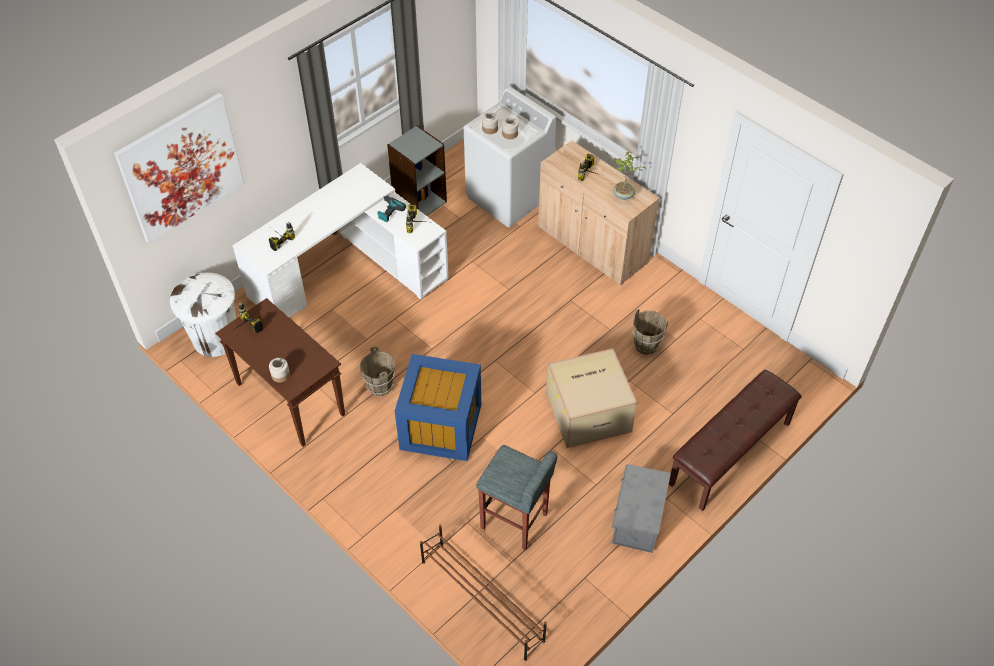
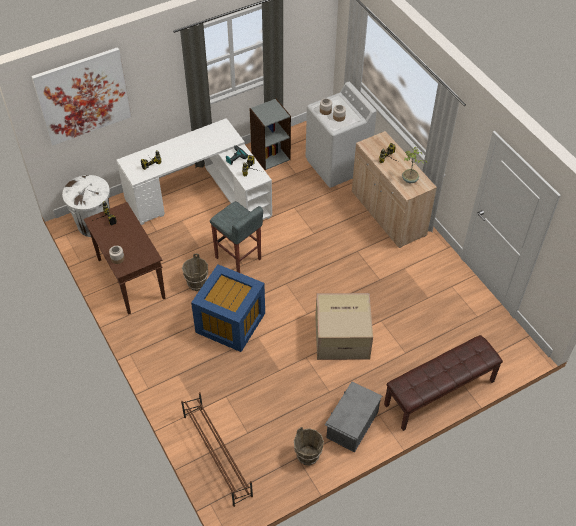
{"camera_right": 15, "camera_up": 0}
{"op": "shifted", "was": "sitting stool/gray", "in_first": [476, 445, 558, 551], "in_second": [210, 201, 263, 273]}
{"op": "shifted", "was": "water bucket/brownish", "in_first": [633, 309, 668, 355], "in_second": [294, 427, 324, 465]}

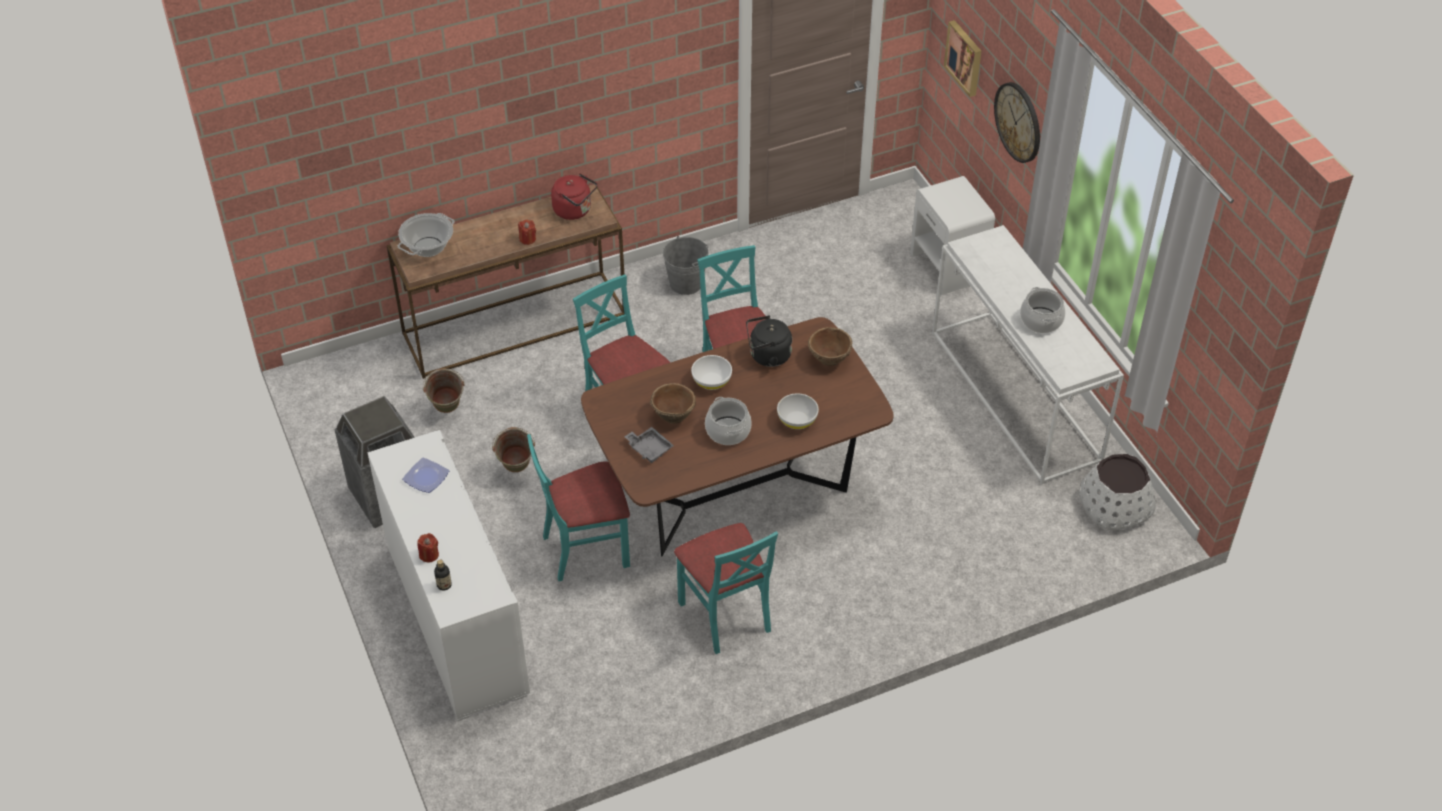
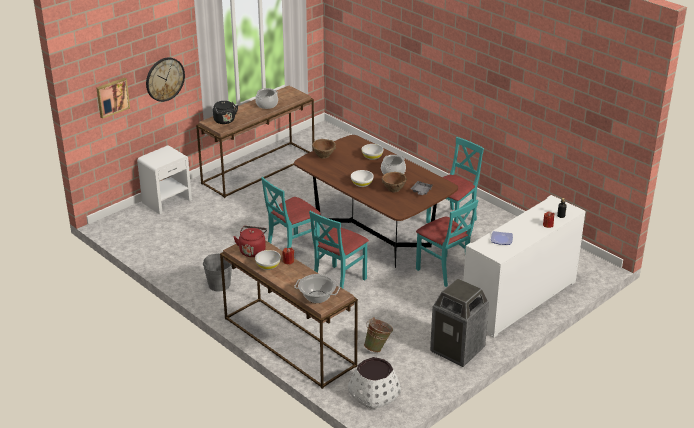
{"camera_right": -110, "camera_up": -15}
{"op": "gone", "was": "water bucket/green-coloured", "in_first": [492, 427, 535, 473]}
{"op": "new", "now": "deep dish/whitish", "in_second": [255, 250, 281, 270]}
{"op": "shifted", "was": "kettle/black", "in_first": [746, 315, 792, 367], "in_second": [213, 101, 238, 124]}
{"op": "shifted", "was": "flower pot/whitish", "in_first": [1079, 454, 1155, 530], "in_second": [348, 357, 401, 409]}
{"op": "repainted", "was": "hall table/whitish", "now": "hall table/brownish", "in_first": [932, 225, 1124, 485], "in_second": [196, 86, 314, 198]}

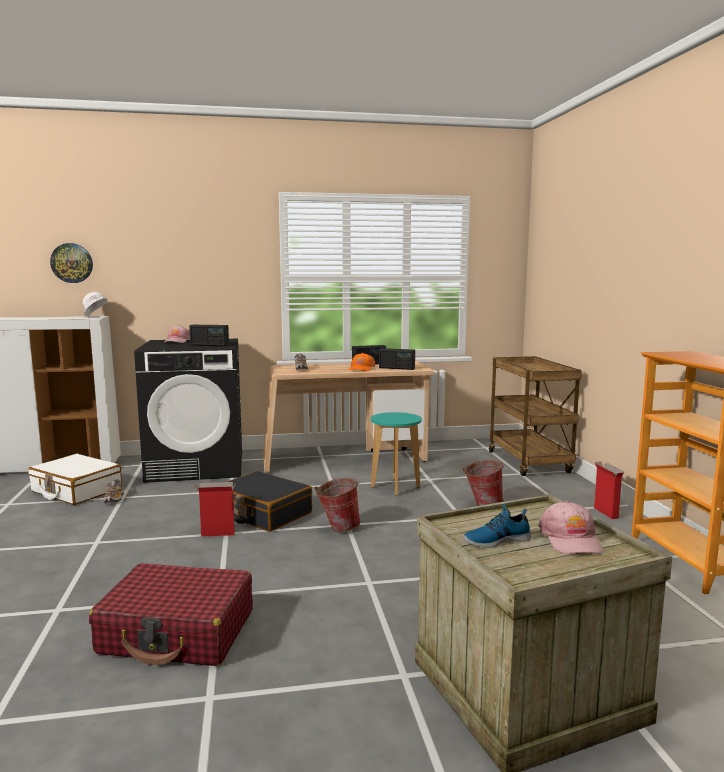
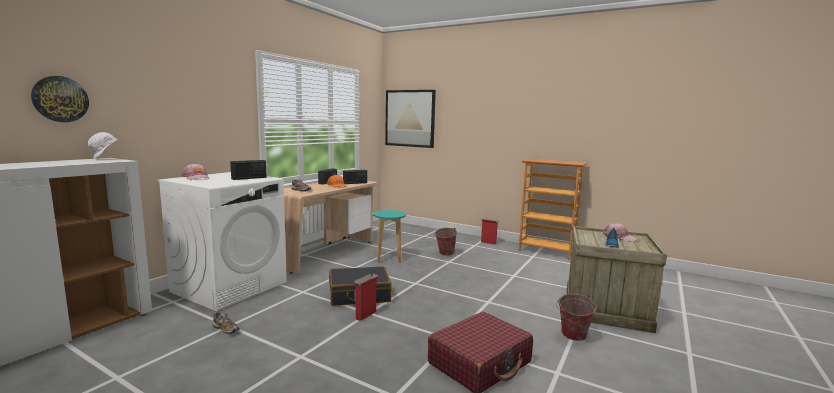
{"camera_right": -50, "camera_up": 0}
{"op": "gone", "was": "travel case/whitish", "in_first": [28, 454, 122, 505]}
{"op": "gone", "was": "wheeled cart/brownish", "in_first": [489, 356, 582, 476]}
{"op": "new", "now": "wall picture", "in_second": [385, 90, 436, 148]}
{"op": "shifted", "was": "water bucket", "in_first": [315, 478, 361, 532], "in_second": [556, 294, 597, 341]}
{"op": "repainted", "was": "laundry machine/black", "now": "laundry machine/whitish", "in_first": [134, 339, 242, 483], "in_second": [158, 172, 287, 311]}

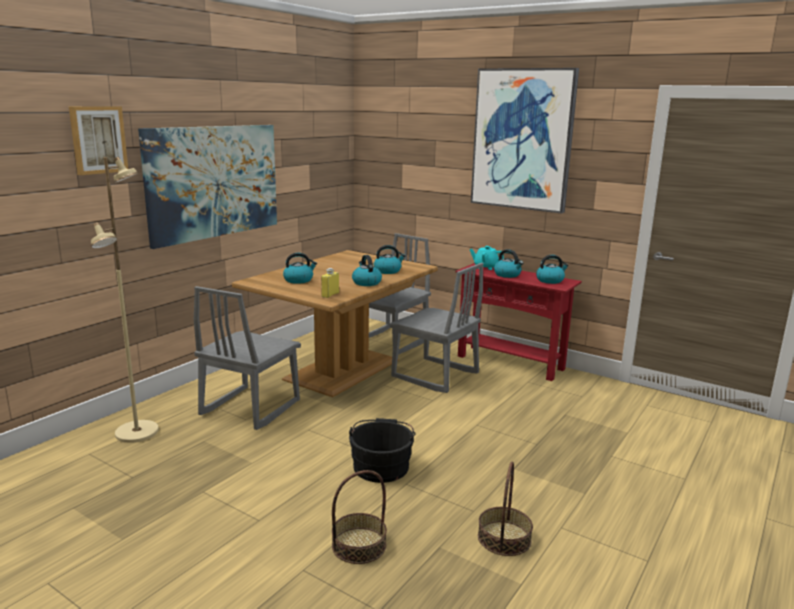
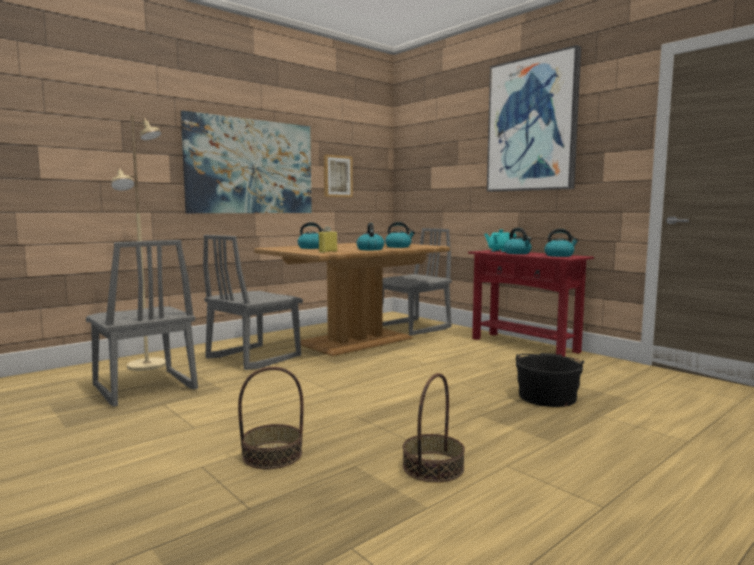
{"camera_right": 15, "camera_up": -10}
{"op": "shifted", "was": "wall picture", "in_first": [69, 106, 128, 175], "in_second": [324, 155, 353, 197]}
{"op": "shifted", "was": "water bucket/black", "in_first": [349, 418, 415, 483], "in_second": [516, 353, 585, 407]}
{"op": "shifted", "was": "plain chair/gray", "in_first": [389, 263, 483, 393], "in_second": [86, 240, 198, 407]}

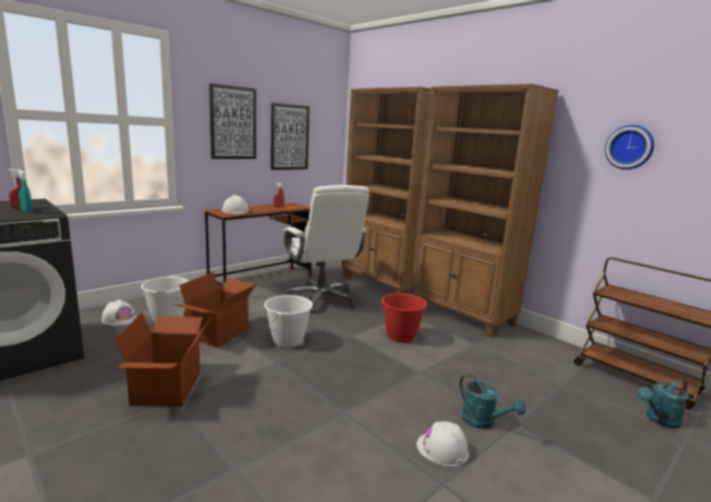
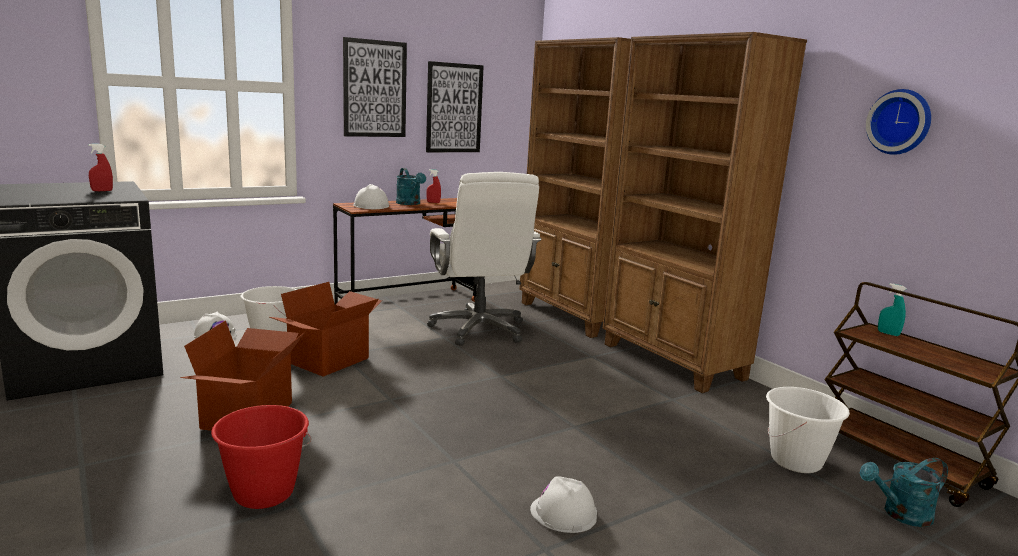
{"camera_right": 10, "camera_up": 0}
{"op": "shifted", "was": "hand sprayer/turquoise", "in_first": [17, 170, 32, 212], "in_second": [878, 283, 906, 336]}
{"op": "shifted", "was": "water bucket/whitish", "in_first": [264, 295, 313, 347], "in_second": [766, 387, 850, 473]}
{"op": "shifted", "was": "water bucket/reddish", "in_first": [380, 293, 427, 343], "in_second": [211, 405, 311, 509]}
{"op": "shifted", "was": "watering pot/turquoise", "in_first": [459, 374, 526, 429], "in_second": [396, 168, 426, 205]}

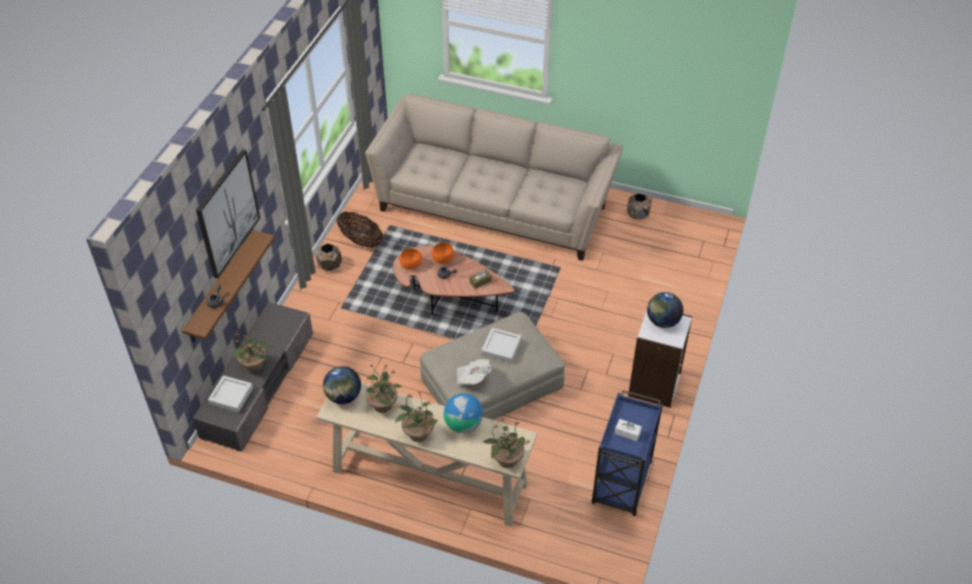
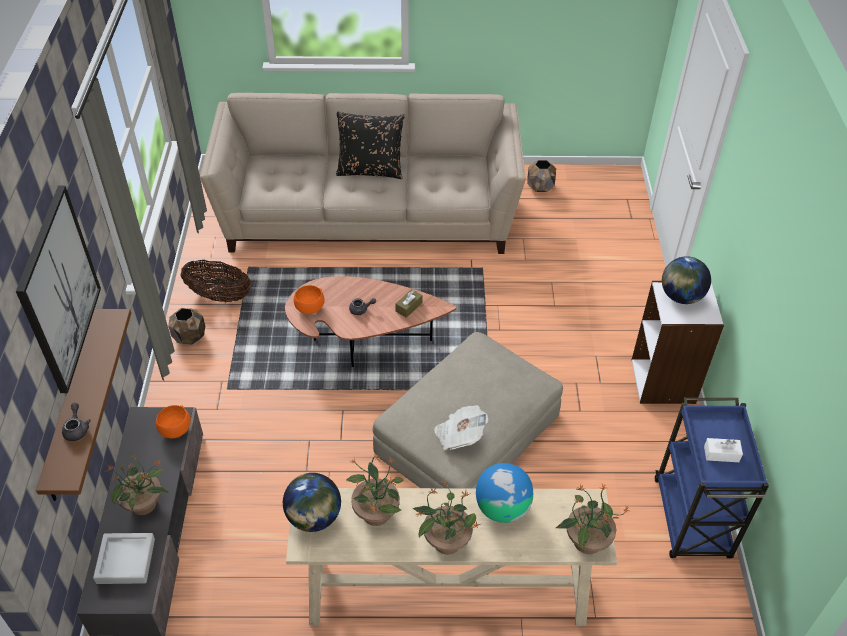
{"camera_right": -20, "camera_up": 0}
{"op": "gone", "was": "serving tray/gray", "in_first": [481, 328, 522, 363]}
{"op": "new", "now": "throw pillow/black", "in_second": [336, 111, 405, 179]}
{"op": "shifted", "was": "deep dish/orange-coloured", "in_first": [432, 242, 454, 264], "in_second": [156, 405, 191, 438]}

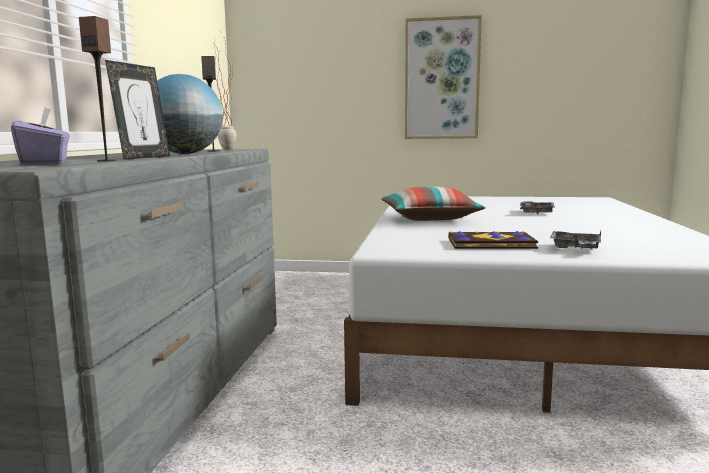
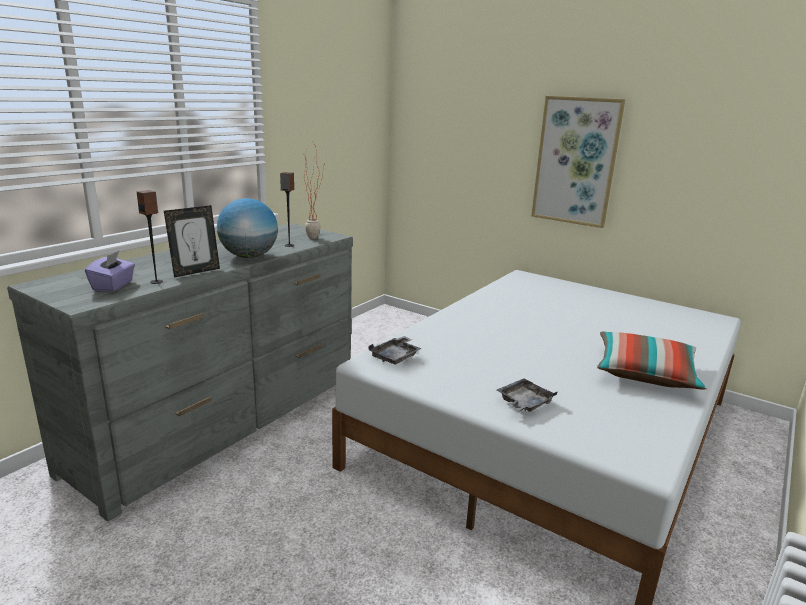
{"camera_right": 25, "camera_up": 10}
{"op": "gone", "was": "volume", "in_first": [449, 231, 538, 249]}
{"op": "shifted", "was": "throw pillow", "in_first": [381, 187, 486, 221], "in_second": [597, 332, 707, 390]}
{"op": "shifted", "was": "serving tray/gray", "in_first": [520, 201, 555, 214], "in_second": [369, 336, 422, 365]}

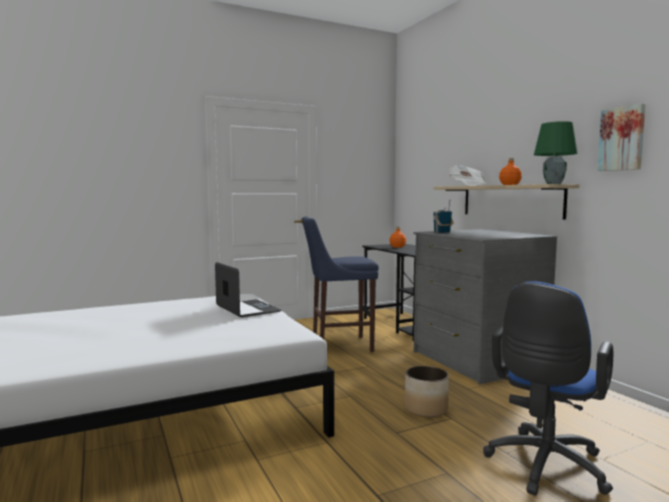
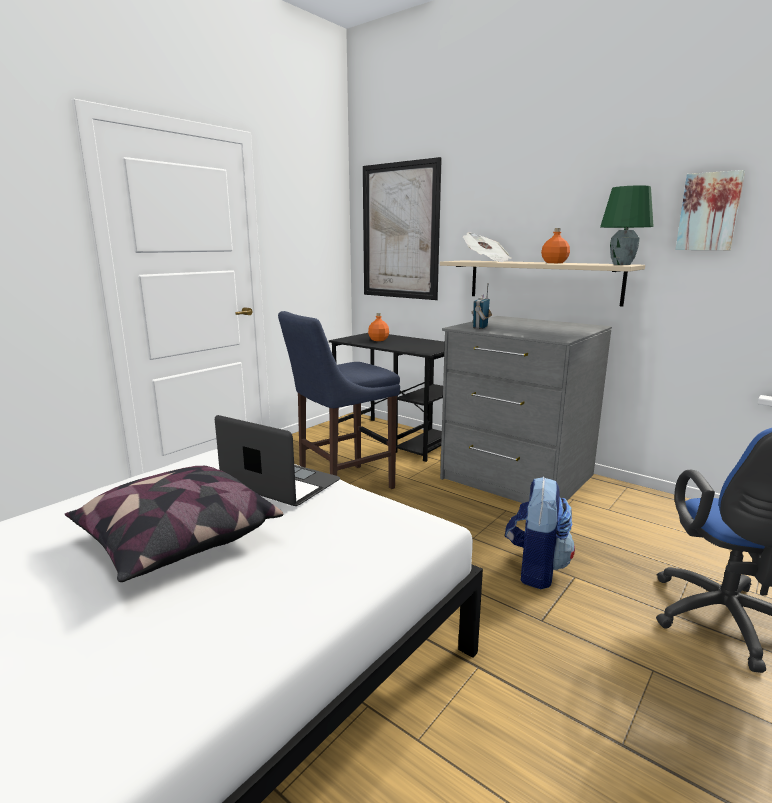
{"camera_right": -25, "camera_up": 10}
{"op": "new", "now": "throw pillow", "in_second": [64, 466, 284, 582]}
{"op": "new", "now": "wall picture", "in_second": [363, 157, 442, 300]}
{"op": "swapped", "was": "flower pot", "now": "rucksack", "in_first": [405, 366, 449, 417], "in_second": [505, 477, 575, 589]}

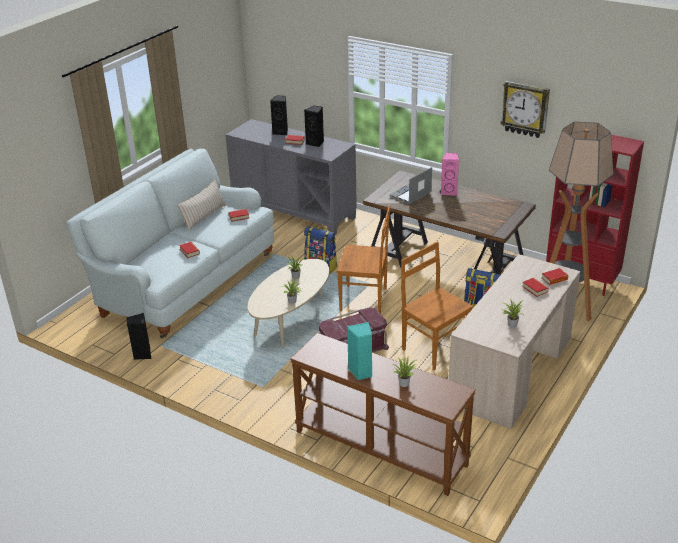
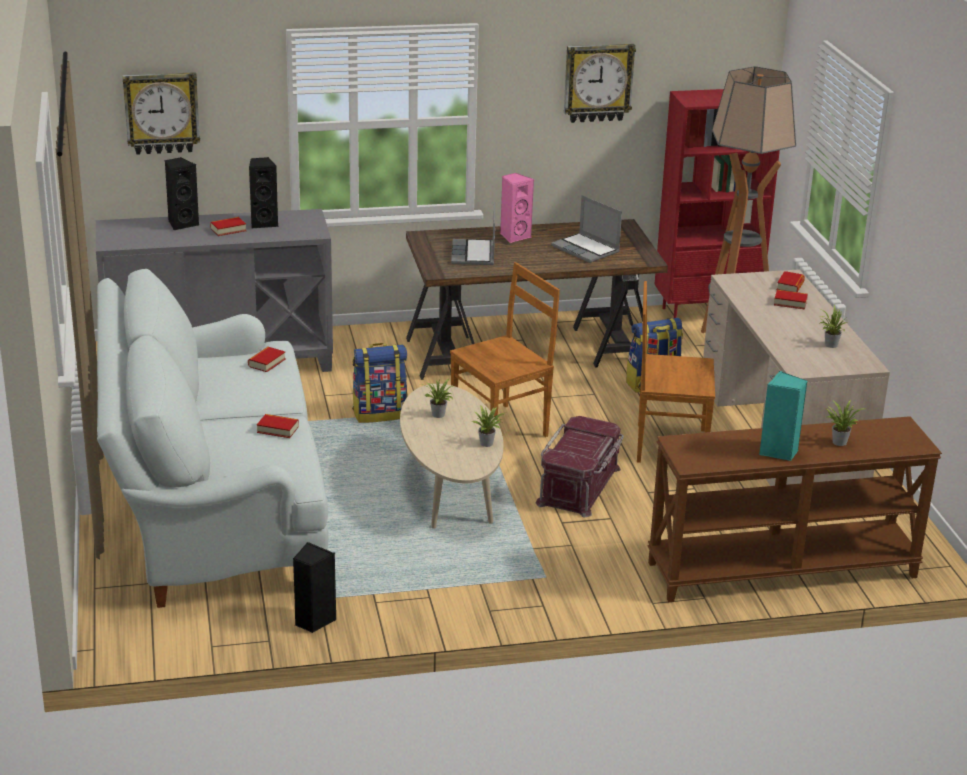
{"camera_right": -45, "camera_up": -5}
{"op": "gone", "was": "throw pillow/sand-coloured", "in_first": [177, 180, 226, 231]}
{"op": "new", "now": "clock on the wall", "in_second": [123, 72, 200, 155]}
{"op": "new", "now": "notebook computer", "in_second": [551, 195, 622, 263]}

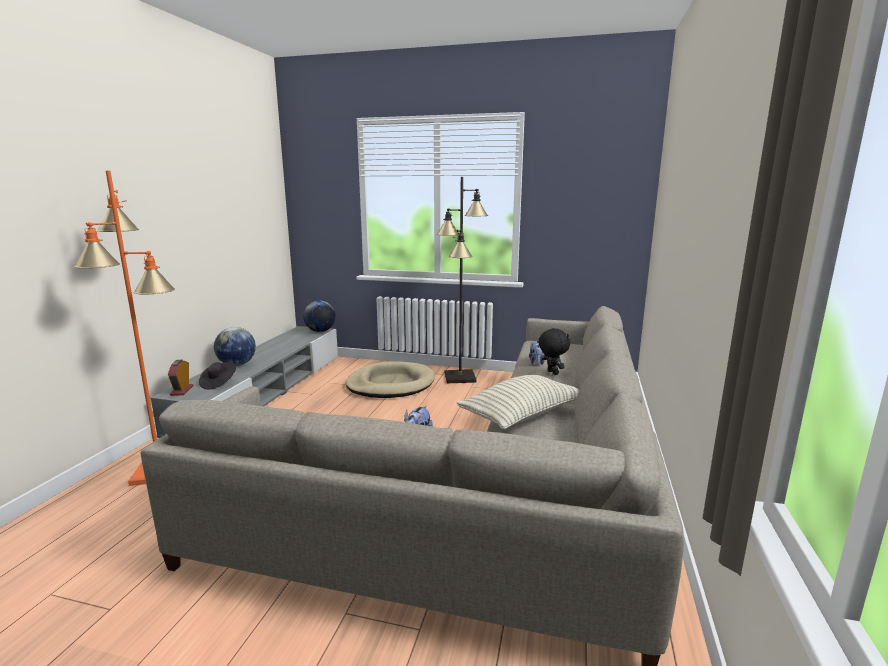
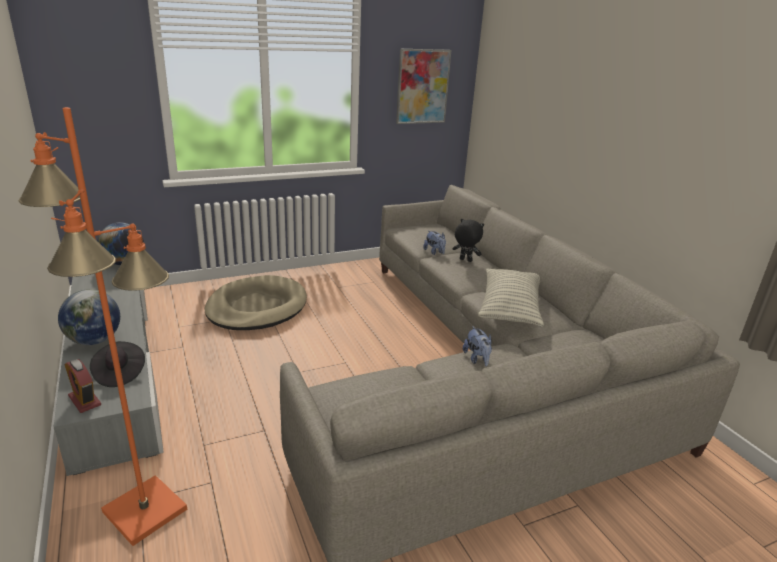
{"camera_right": -40, "camera_up": 10}
{"op": "gone", "was": "standing lamp/black", "in_first": [436, 177, 488, 383]}
{"op": "new", "now": "wall picture", "in_second": [396, 49, 451, 124]}

